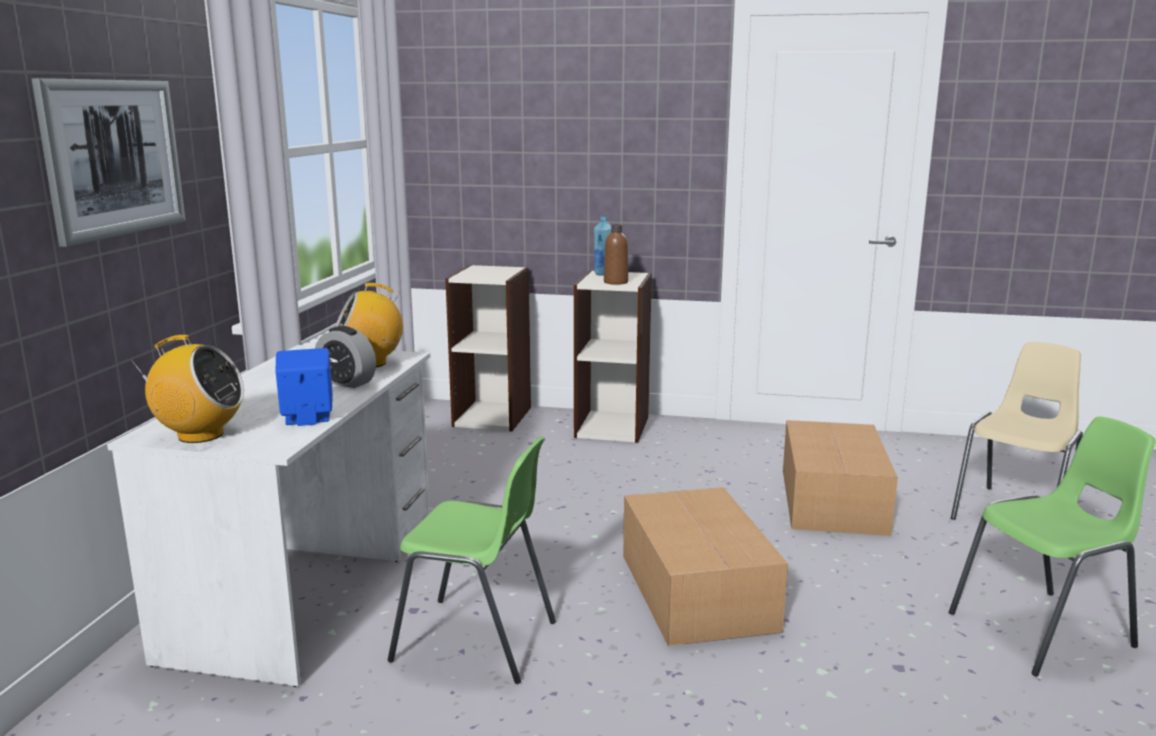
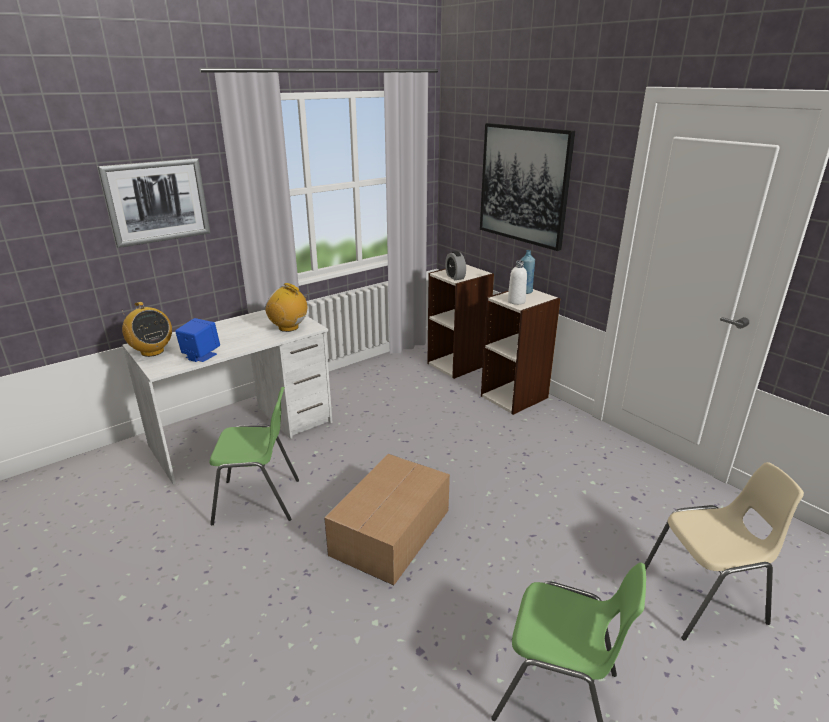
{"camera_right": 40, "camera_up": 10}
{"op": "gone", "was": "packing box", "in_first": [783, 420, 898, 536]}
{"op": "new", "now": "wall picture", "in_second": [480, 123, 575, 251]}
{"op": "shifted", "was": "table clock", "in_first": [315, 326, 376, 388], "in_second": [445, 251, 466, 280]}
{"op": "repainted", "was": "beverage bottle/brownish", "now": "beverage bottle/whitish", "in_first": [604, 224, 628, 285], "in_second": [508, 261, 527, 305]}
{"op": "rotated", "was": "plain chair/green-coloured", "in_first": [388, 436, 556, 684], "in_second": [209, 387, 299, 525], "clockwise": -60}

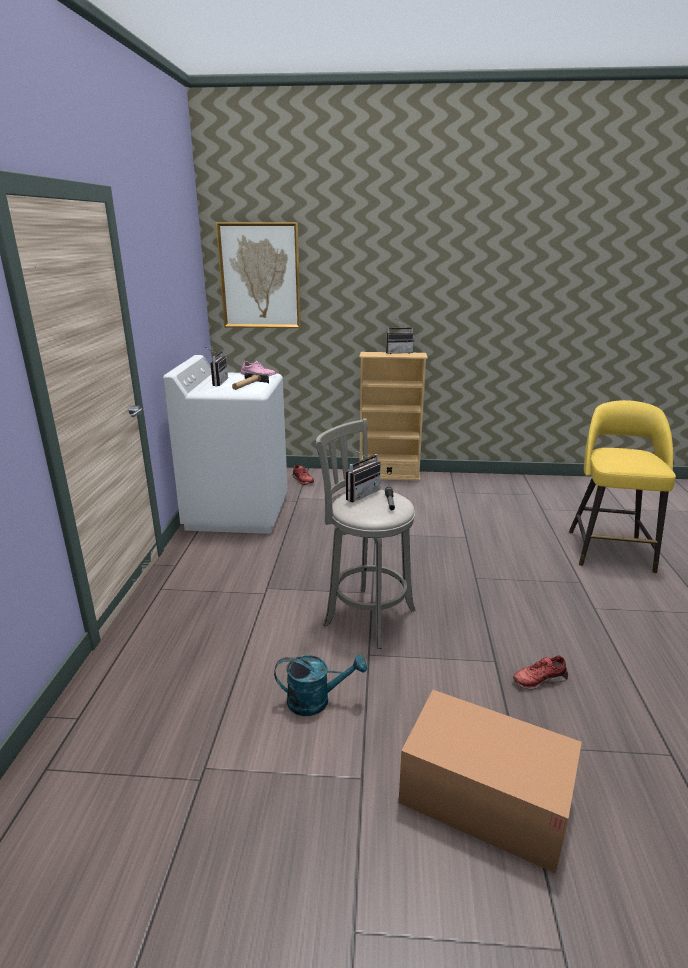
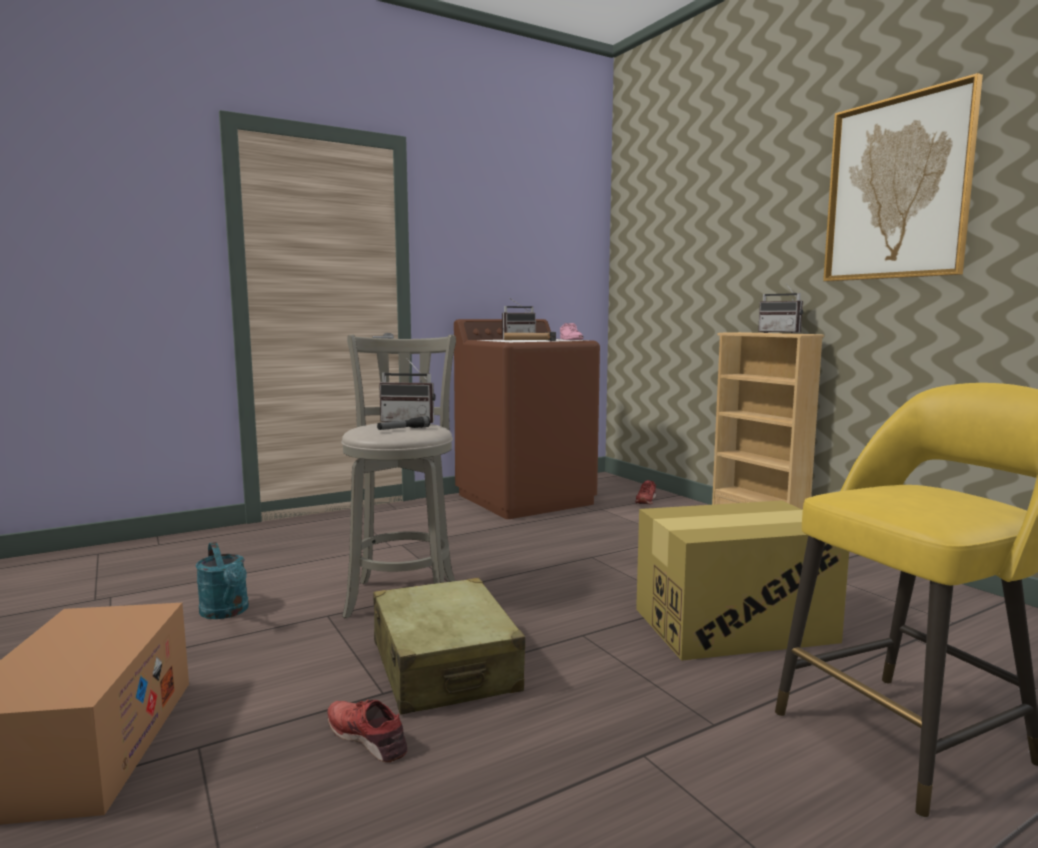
{"camera_right": 55, "camera_up": -15}
{"op": "new", "now": "travel case/sand-coloured", "in_second": [373, 578, 525, 715]}
{"op": "new", "now": "packing box", "in_second": [636, 500, 849, 661]}
{"op": "shifted", "was": "wall picture", "in_first": [216, 222, 301, 328], "in_second": [823, 73, 983, 281]}
{"op": "repainted", "was": "laundry machine/whitish", "now": "laundry machine/brownish", "in_first": [163, 355, 288, 534], "in_second": [454, 319, 600, 519]}

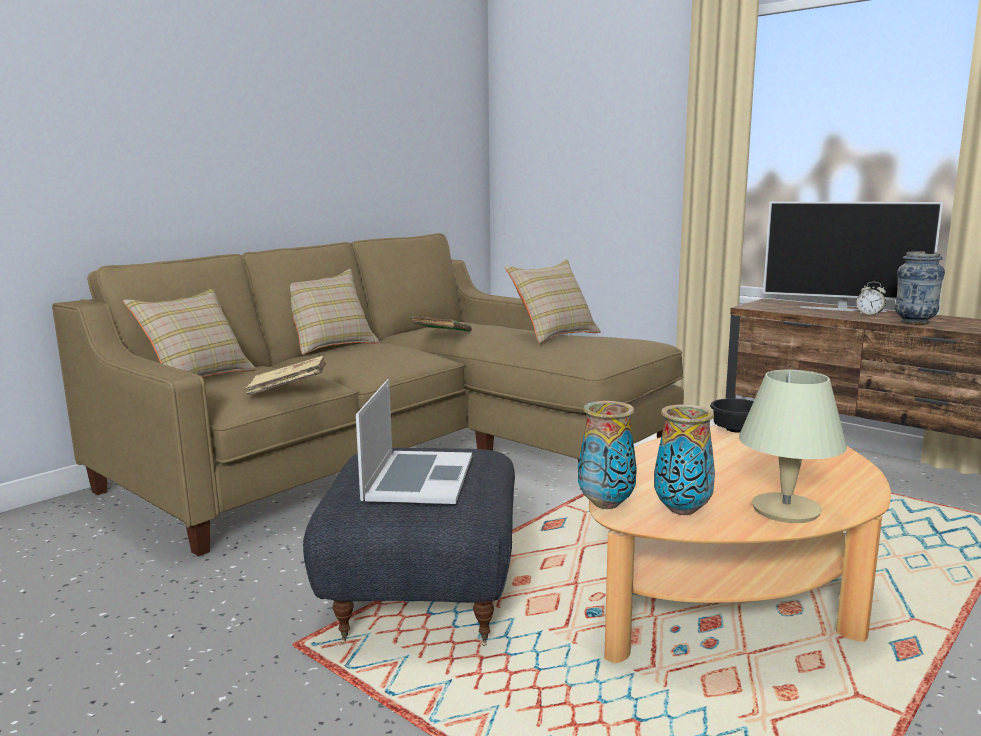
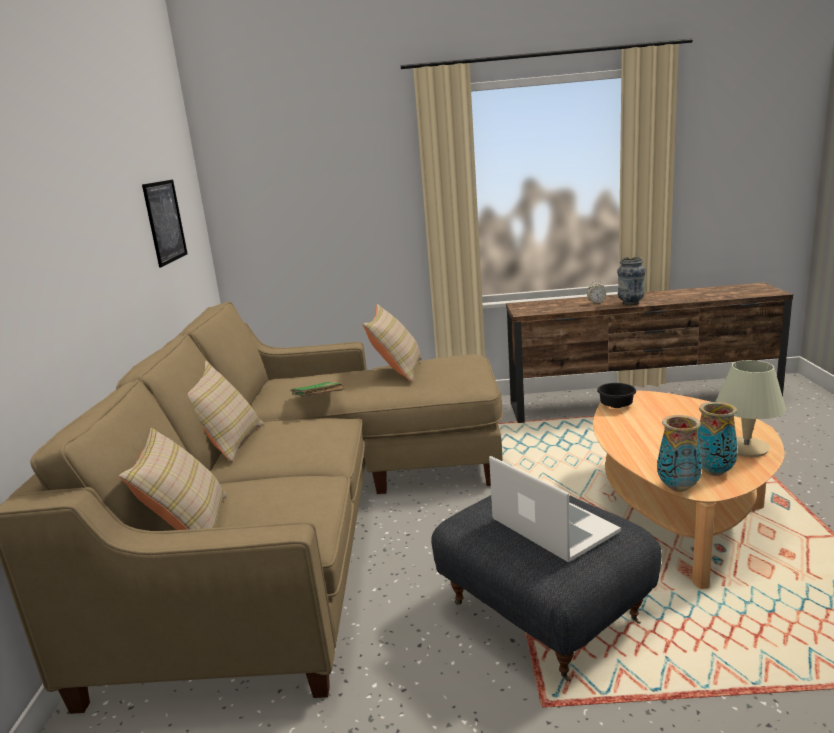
{"camera_right": -40, "camera_up": 5}
{"op": "gone", "was": "volume/sand-coloured", "in_first": [245, 356, 326, 395]}
{"op": "gone", "was": "TV set", "in_first": [763, 202, 943, 312]}
{"op": "new", "now": "wall picture", "in_second": [142, 180, 187, 268]}

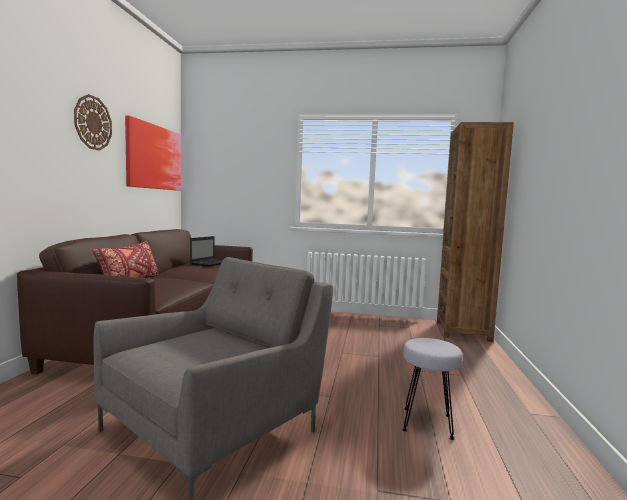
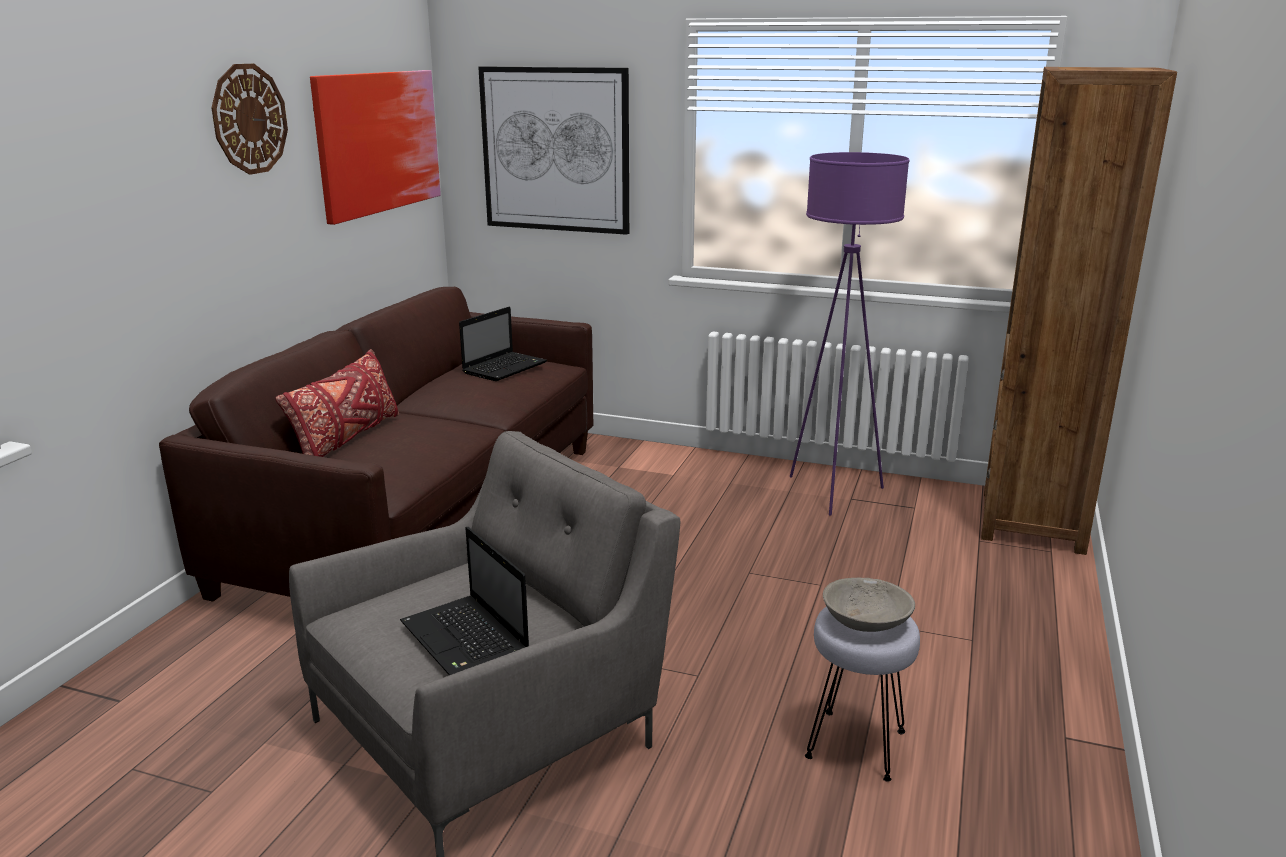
{"camera_right": 10, "camera_up": 15}
{"op": "new", "now": "notebook computer", "in_second": [400, 527, 529, 675]}
{"op": "new", "now": "wall picture", "in_second": [478, 66, 629, 235]}
{"op": "new", "now": "standing lamp/purple", "in_second": [790, 152, 909, 516]}
{"op": "new", "now": "deep dish/gray", "in_second": [823, 578, 915, 632]}

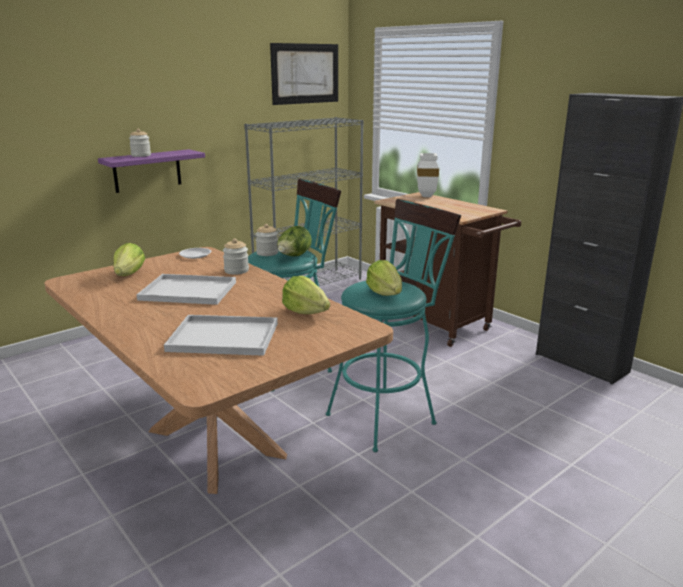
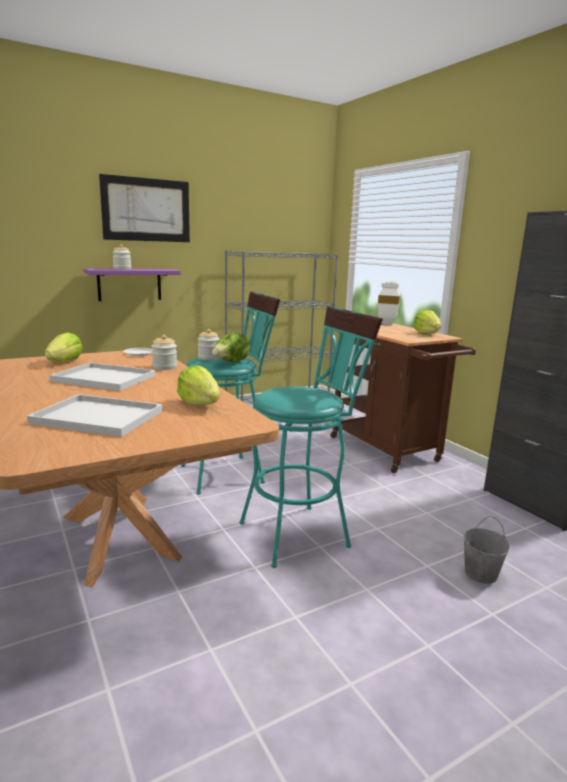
{"camera_right": 10, "camera_up": -5}
{"op": "new", "now": "water bucket/gray", "in_second": [463, 516, 510, 584]}
{"op": "shifted", "was": "wall picture", "in_first": [270, 43, 338, 105], "in_second": [99, 174, 190, 242]}
{"op": "shifted", "was": "head of lettuce", "in_first": [366, 260, 402, 296], "in_second": [413, 310, 441, 334]}

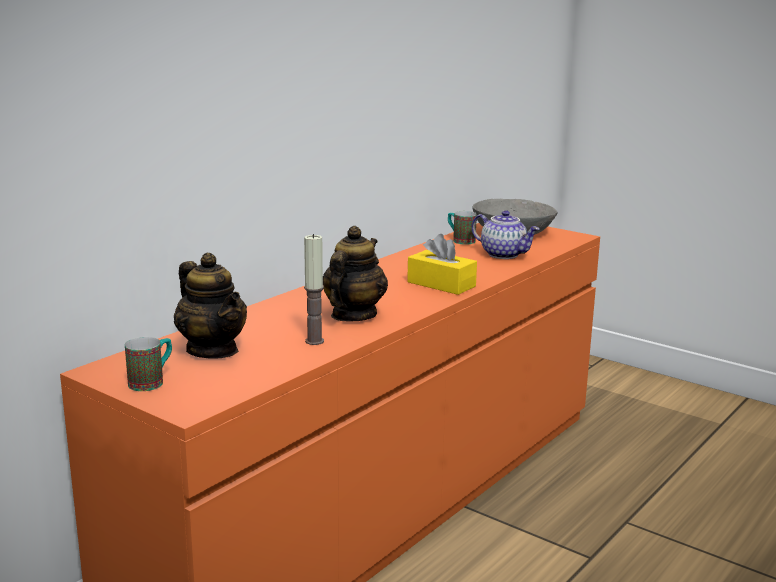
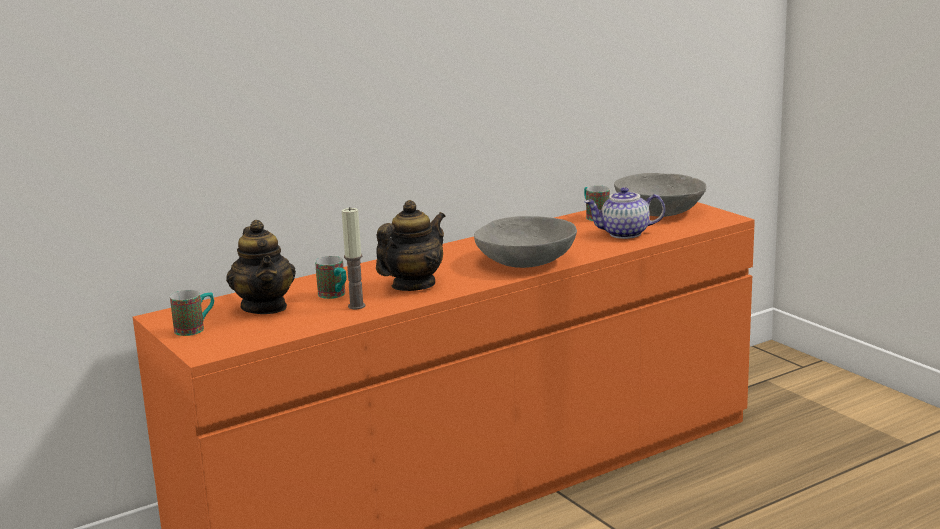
{"camera_right": 20, "camera_up": 0}
{"op": "new", "now": "coffee mug", "in_second": [315, 256, 347, 299]}
{"op": "swapped", "was": "tissue holder/yellowish", "now": "deep dish/gray", "in_first": [407, 234, 477, 295], "in_second": [474, 216, 577, 268]}
{"op": "rotated", "was": "teapot", "in_first": [472, 210, 540, 259], "in_second": [584, 187, 665, 239], "clockwise": 120}

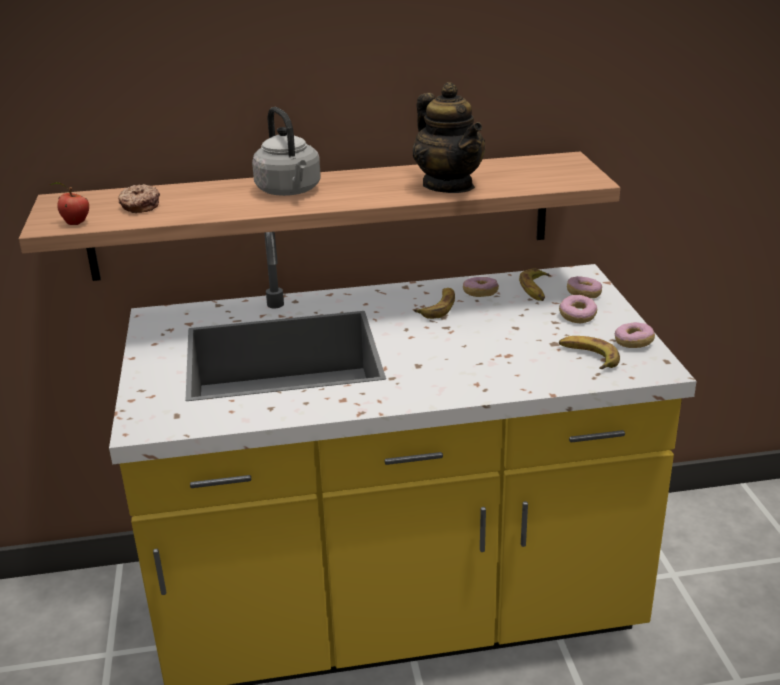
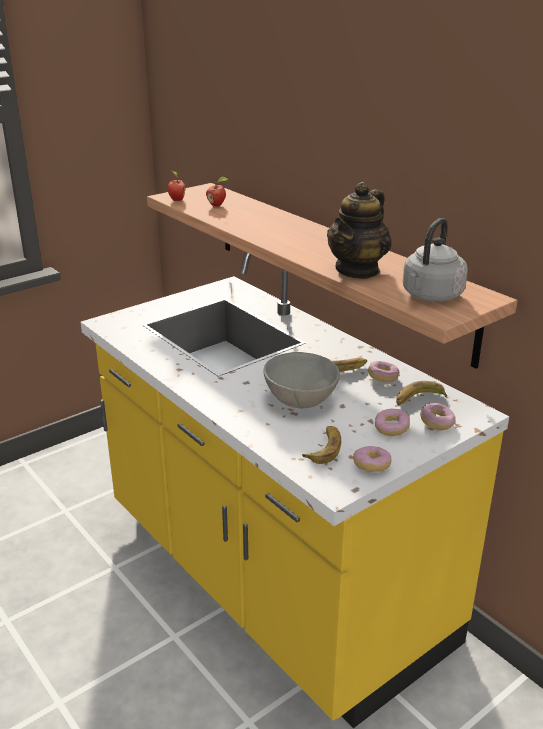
{"camera_right": 60, "camera_up": 0}
{"op": "new", "now": "deep dish/gray", "in_second": [263, 352, 340, 408]}
{"op": "shifted", "was": "kettle/gray", "in_first": [252, 107, 321, 196], "in_second": [403, 218, 468, 302]}
{"op": "swapped", "was": "donut", "now": "apple fruit", "in_first": [118, 184, 160, 213], "in_second": [206, 177, 228, 206]}

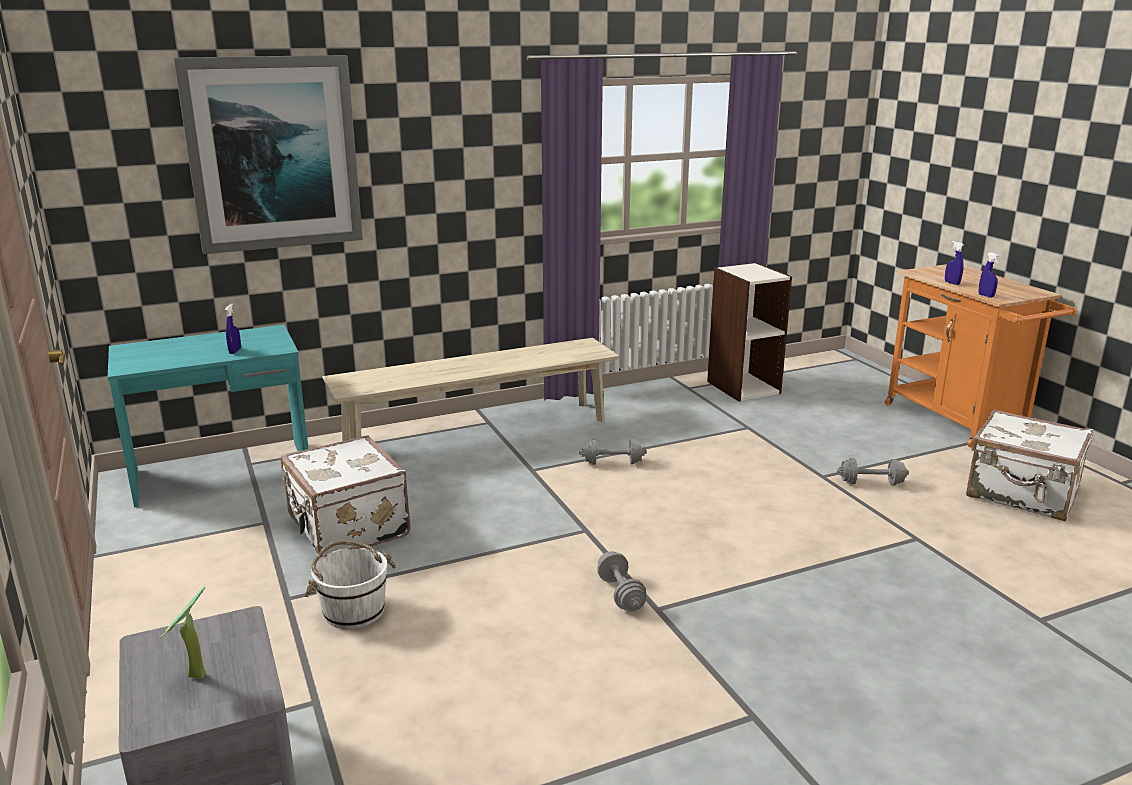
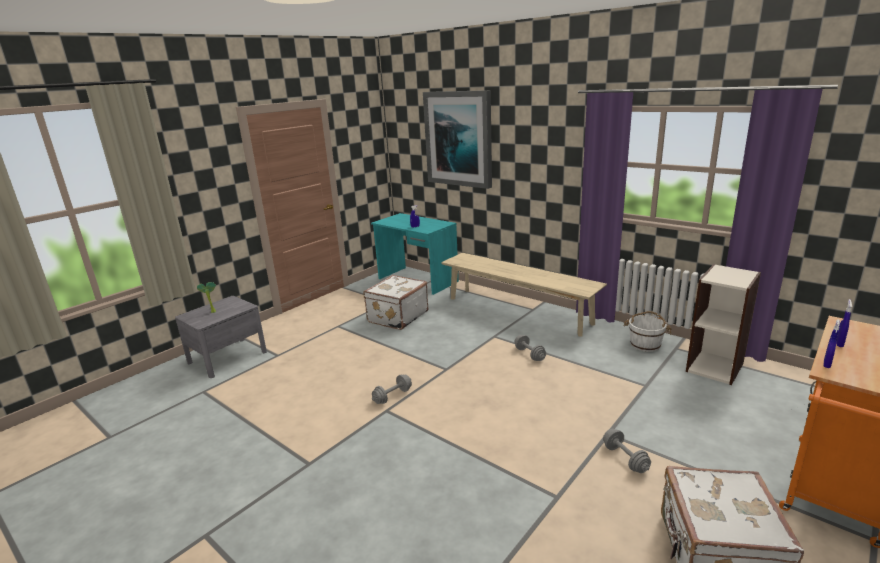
{"camera_right": 65, "camera_up": 0}
{"op": "shifted", "was": "water bucket/whitish", "in_first": [304, 540, 396, 629], "in_second": [623, 311, 672, 352]}

